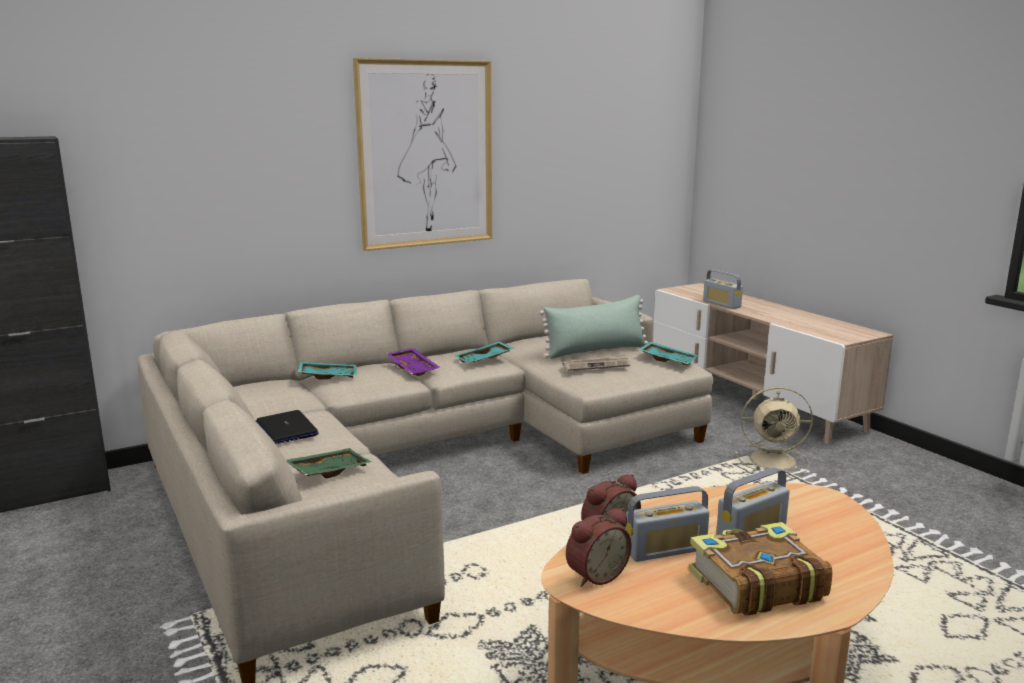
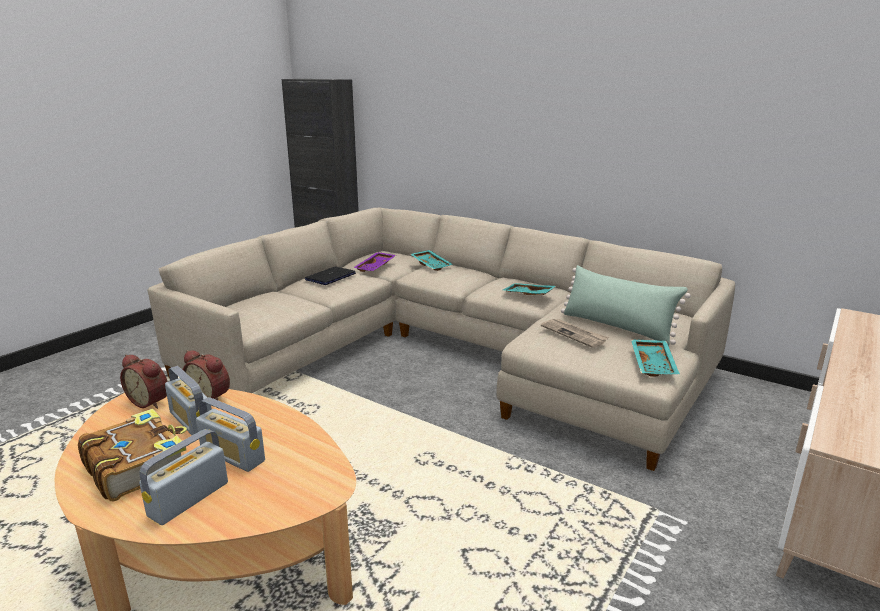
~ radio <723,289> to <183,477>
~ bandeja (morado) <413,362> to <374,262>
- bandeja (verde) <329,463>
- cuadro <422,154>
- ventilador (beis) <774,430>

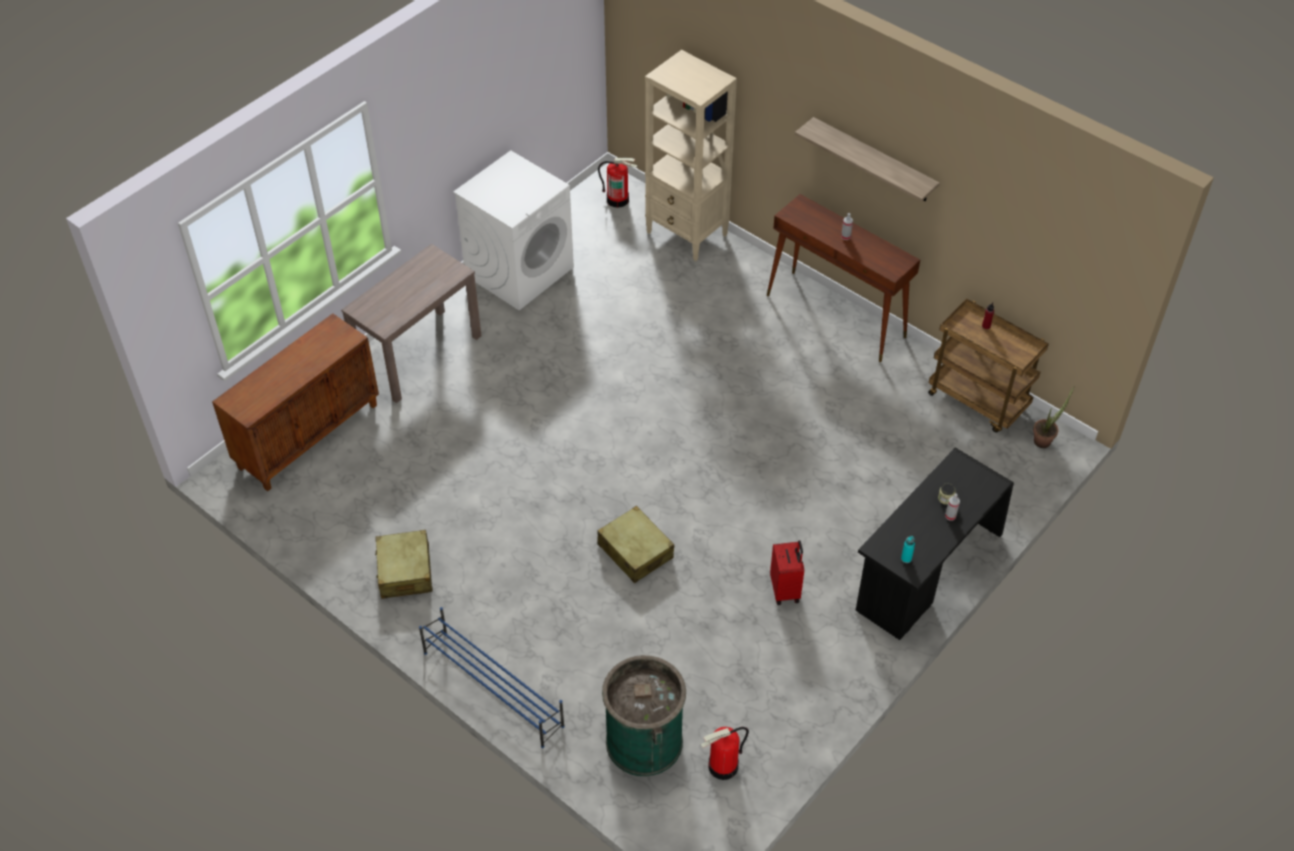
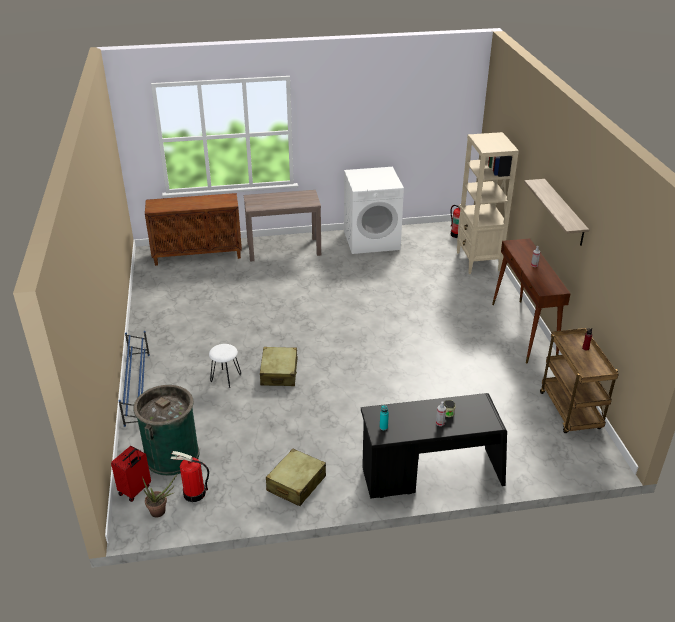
~ maleta (rojo) <787,572> to <131,474>
~ planta en maceta <1053,417> to <160,495>
+ taburete (blanco) <225,366>
~ maleta (beis) <404,564> to <296,477>

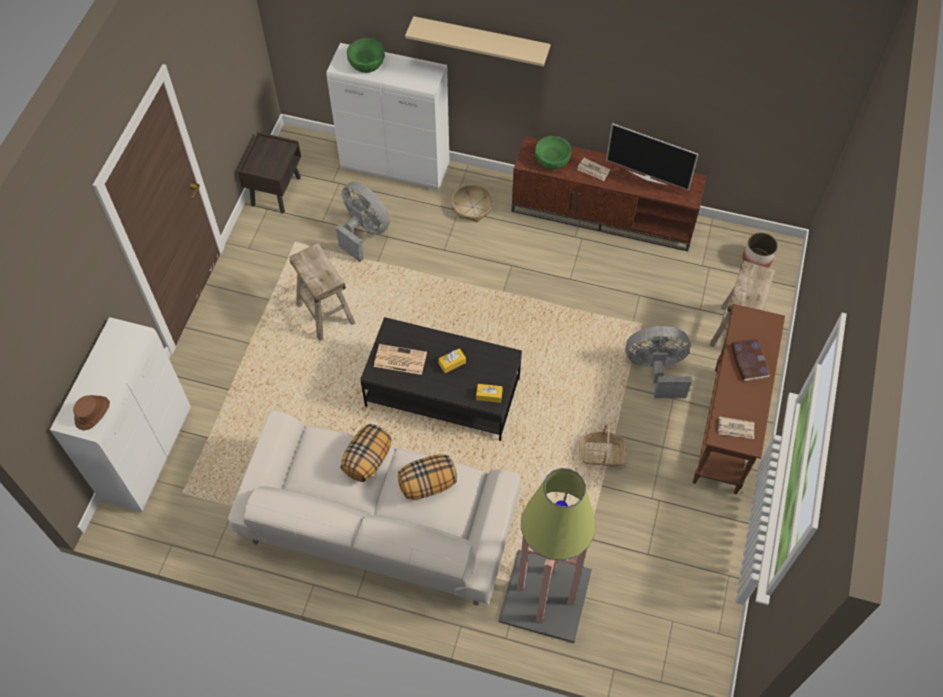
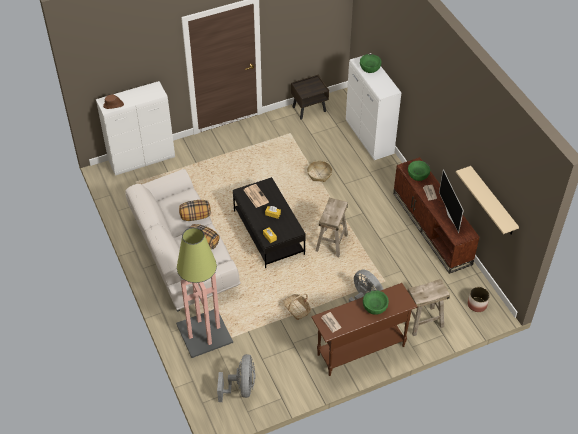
~ ventilador (gris) <363,221> to <236,378>
~ cesta <472,203> to <319,171>
~ taburete (beis) <322,292> to <331,227>
~ libro <750,360> to cuenco (verde) <376,302>
~ estante (beis) <478,41> to <487,200>

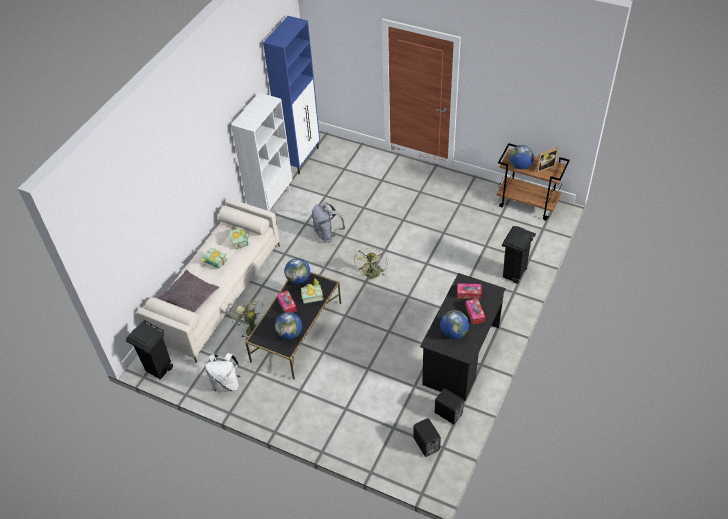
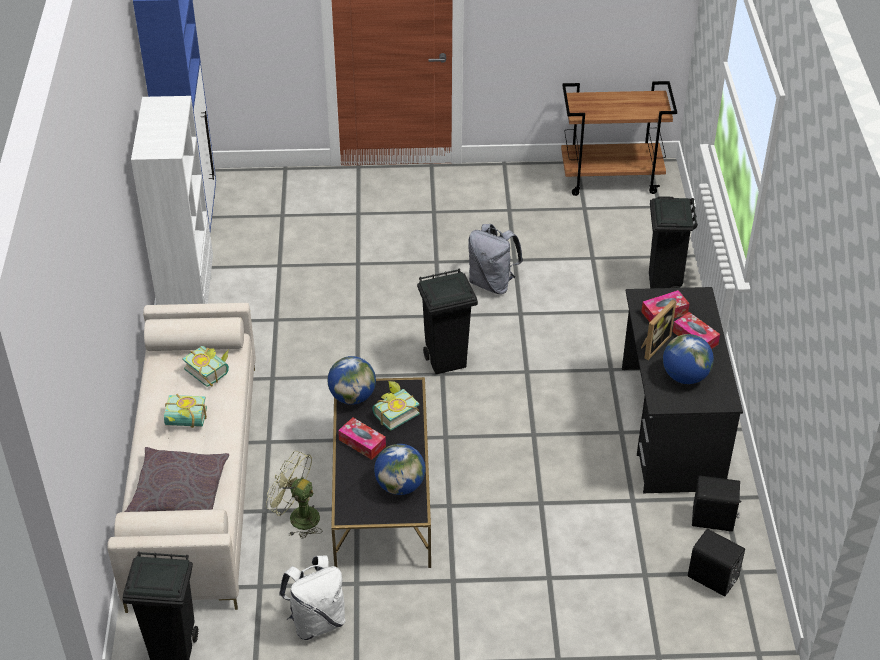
~ ventilador (verde) <371,263> to papelera (negro) <447,321>
~ mochila (gris) <328,223> to <495,259>
~ portarretratos <547,160> to <658,329>
- globo terráqueo <521,157>

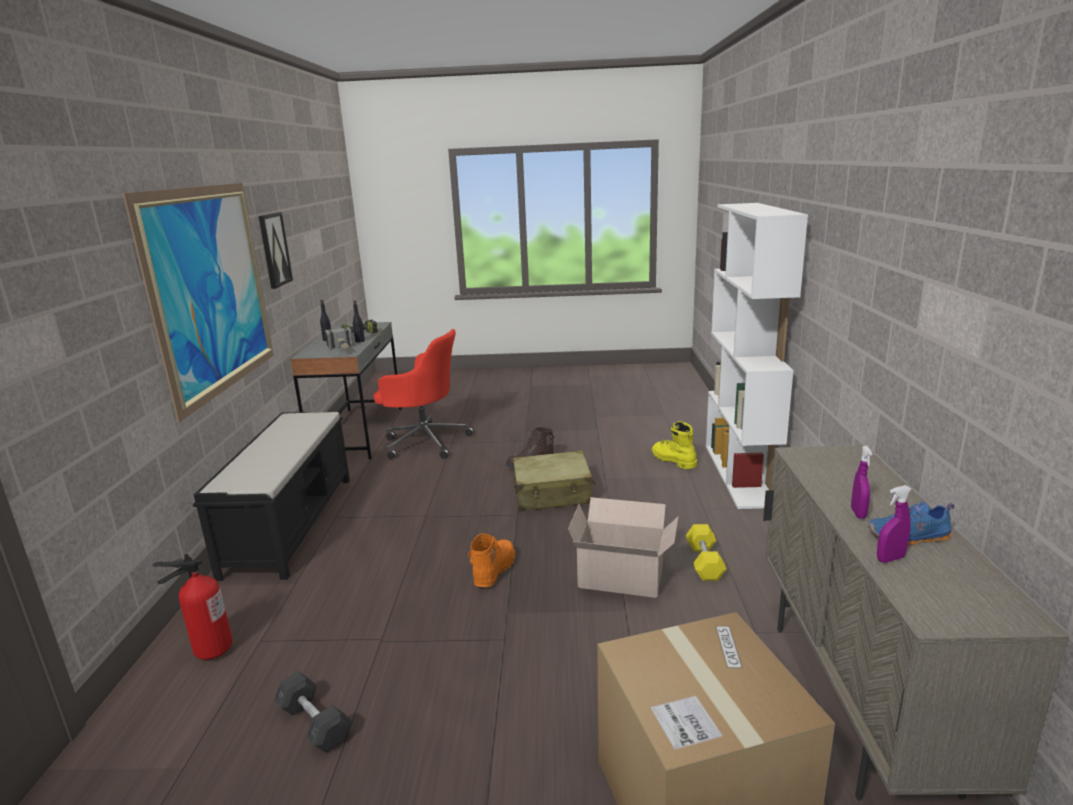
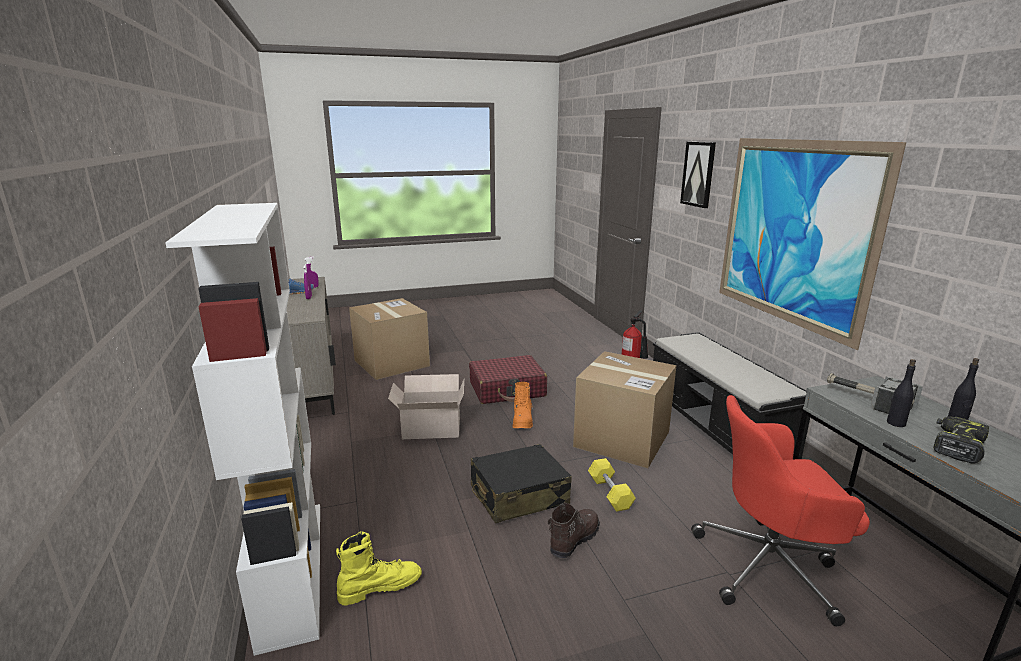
~ bota (amarillo) <674,445> = <379,569> 60 degrees counterclockwise
+ maleta (rojo) <508,379>
~ maleta (beis) <554,481> to maleta (negro) <521,483>
+ caja de cartón <624,409>
~ mancuerna (amarillo) <706,552> to <612,485>
~ cuadro <275,250> to <698,175>
- mancuerna (gris) <313,712>

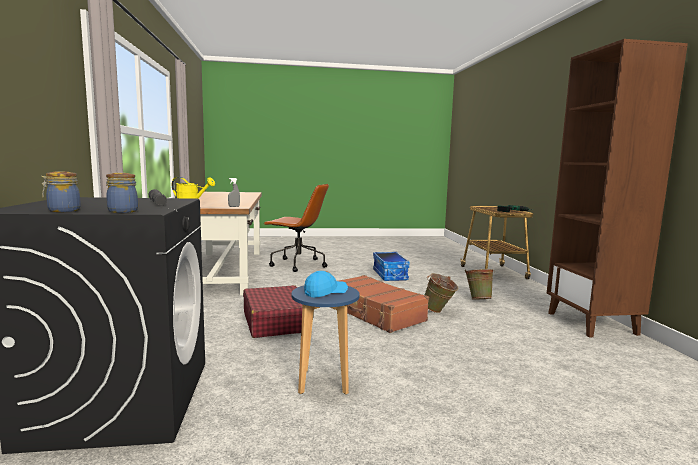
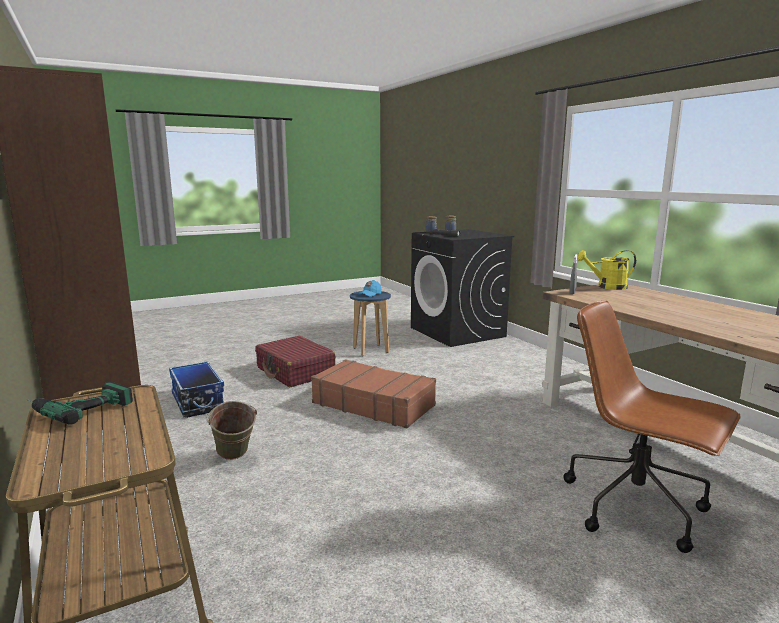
~ caja de almacenaje <391,266> to <196,389>
~ maleta (rojo) <273,311> to <295,361>
~ silla de oficina (marrón) <296,228> = <652,426> 45 degrees clockwise
- cubo (verde) <442,293>

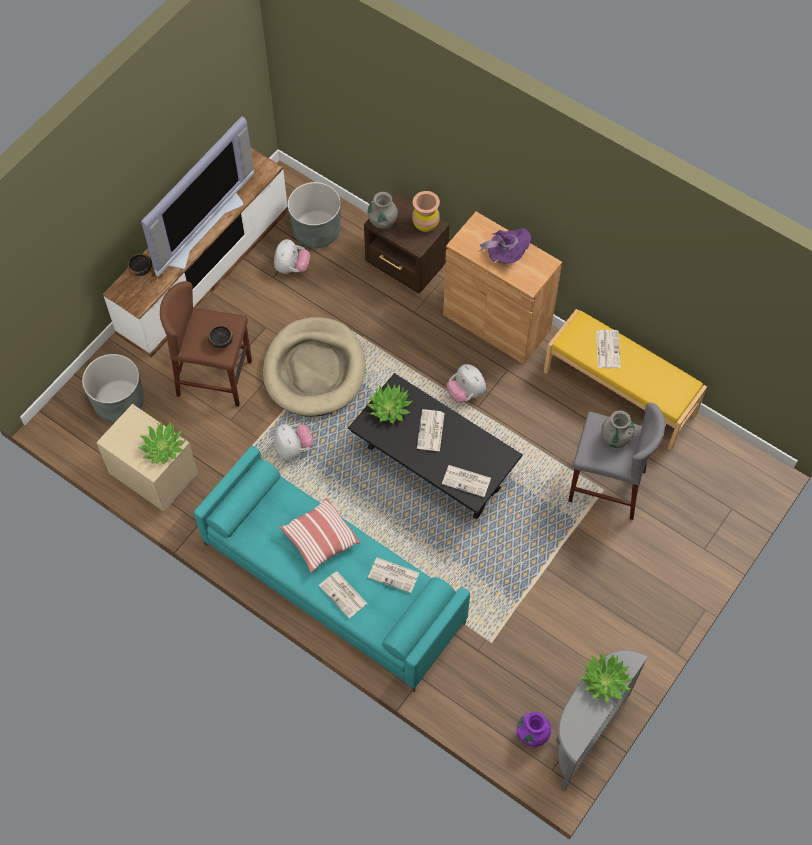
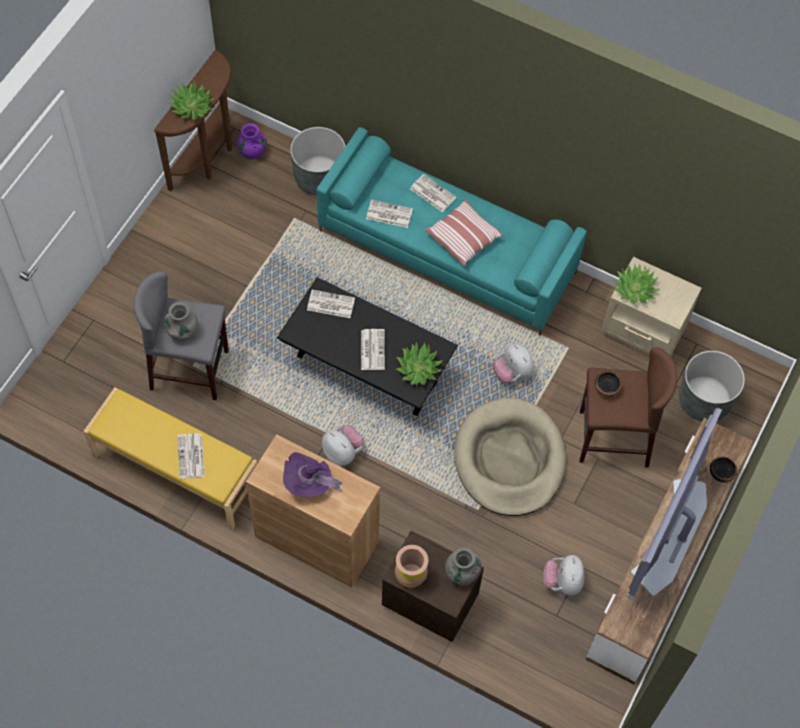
~ mesa consola (gris) <602,720> to mesa consola (marrón) <193,120>
~ maceta (gris) <314,215> to <317,161>

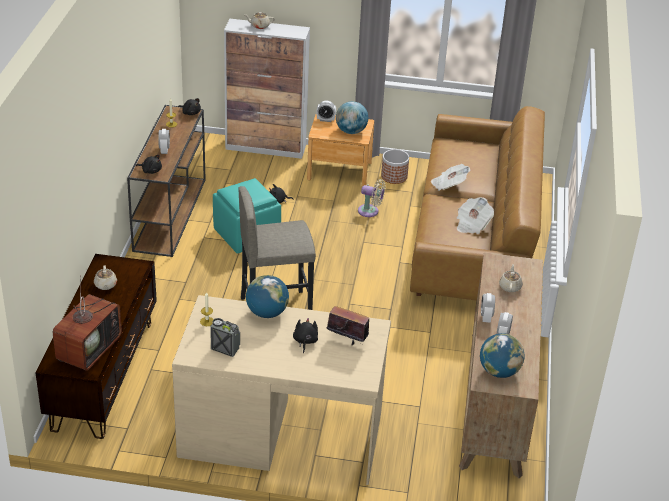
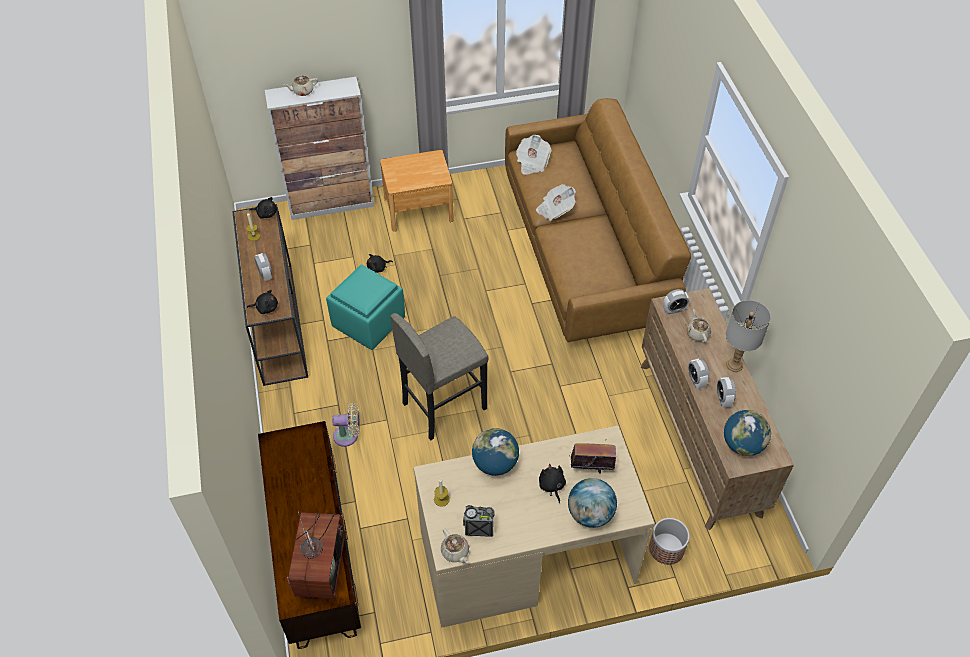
~ ventilador (beis) <372,198> to <346,425>
~ tetera (beis) <105,277> to <455,546>
~ periódico <475,215> to <534,154>
~ globo terráqueo <352,117> to <592,503>
~ maceta <395,166> to <669,541>
~ despertador <326,111> to <676,301>
+ lámpara de mesa (gris) <748,336>

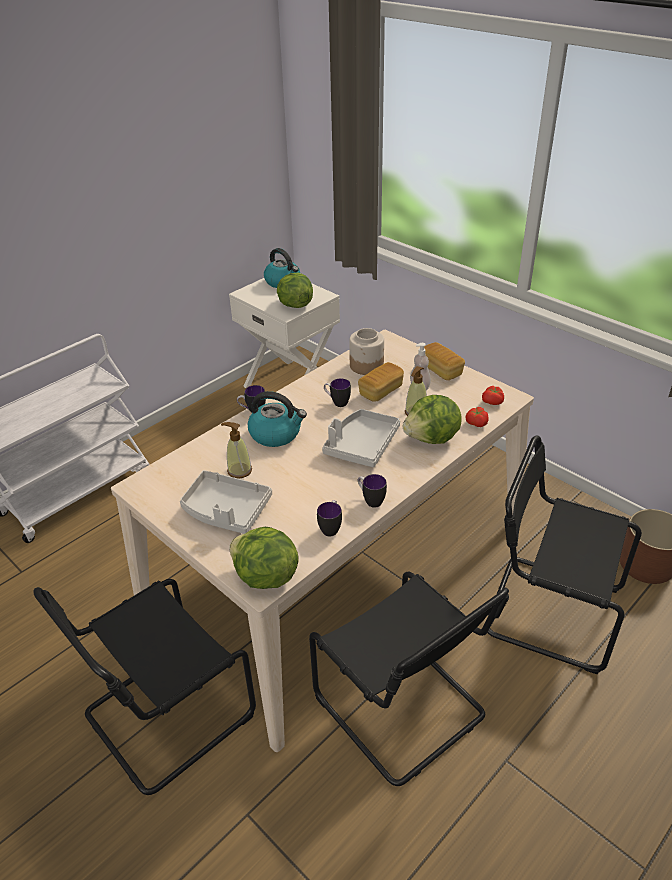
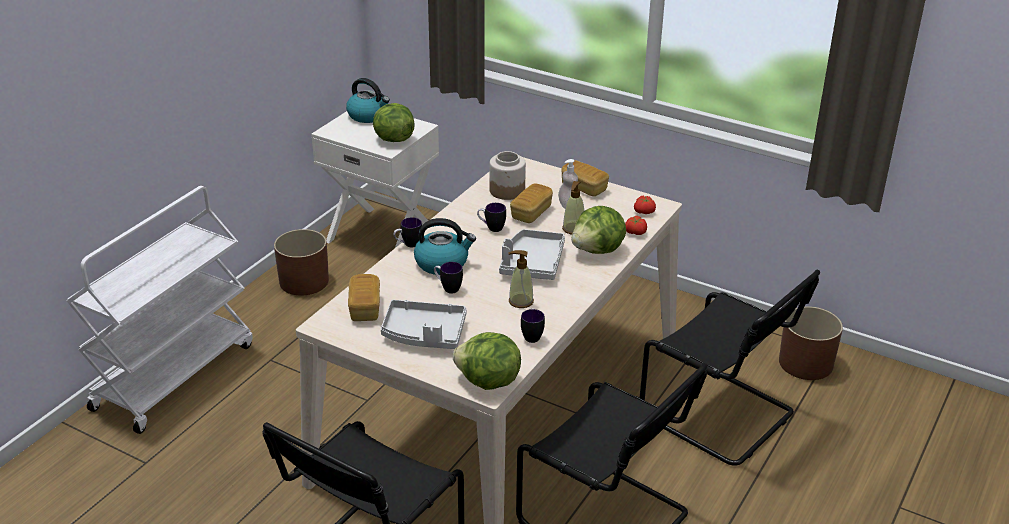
+ maceta (marrón) <301,262>
+ pan <364,297>
~ taza grande <372,491> to <448,278>
~ dispensador de jabón <236,450> to <521,279>
~ silla (negro) <565,554> = <730,368> 150 degrees counterclockwise

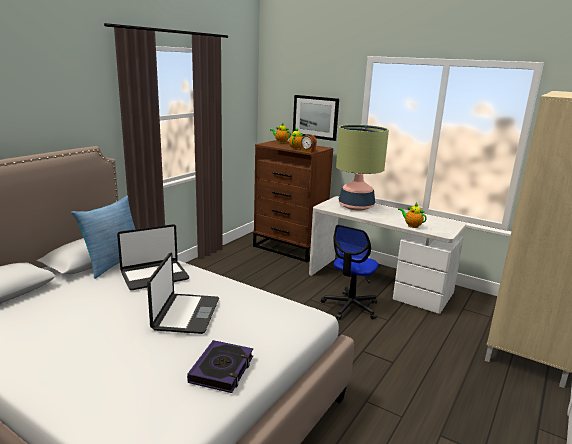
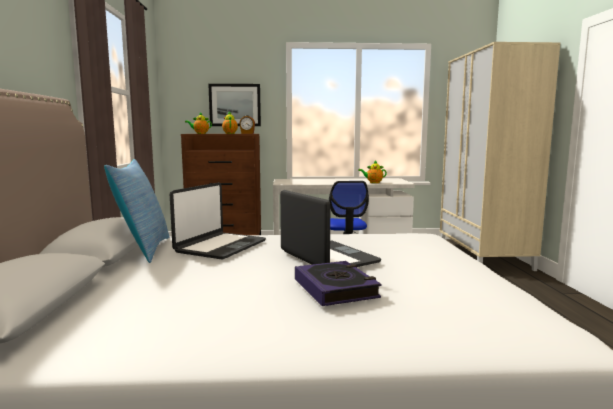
~ libro <220,366> to <338,283>
- lámpara de mesa <362,167>

